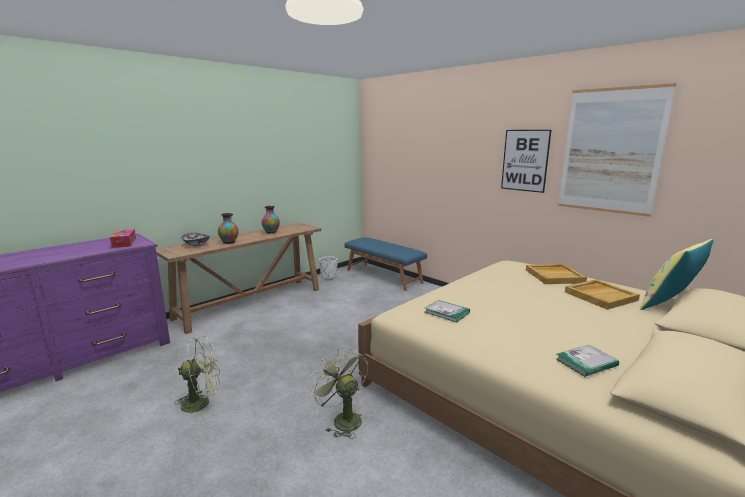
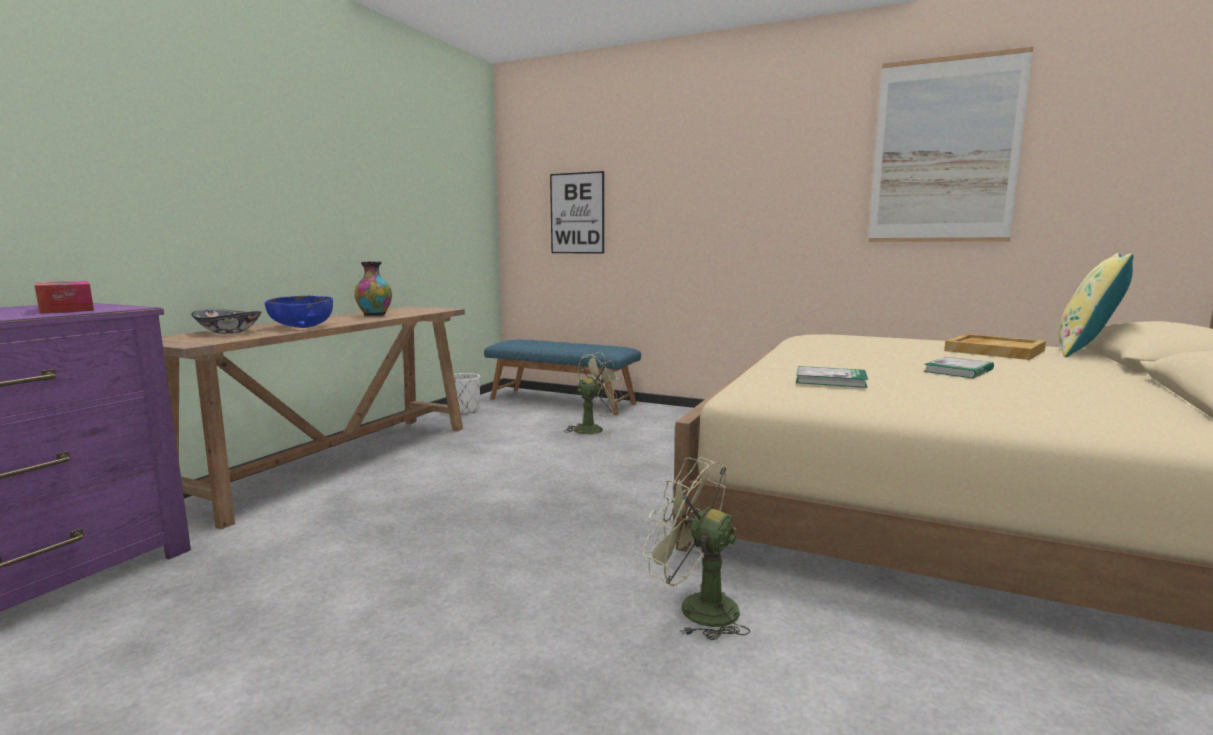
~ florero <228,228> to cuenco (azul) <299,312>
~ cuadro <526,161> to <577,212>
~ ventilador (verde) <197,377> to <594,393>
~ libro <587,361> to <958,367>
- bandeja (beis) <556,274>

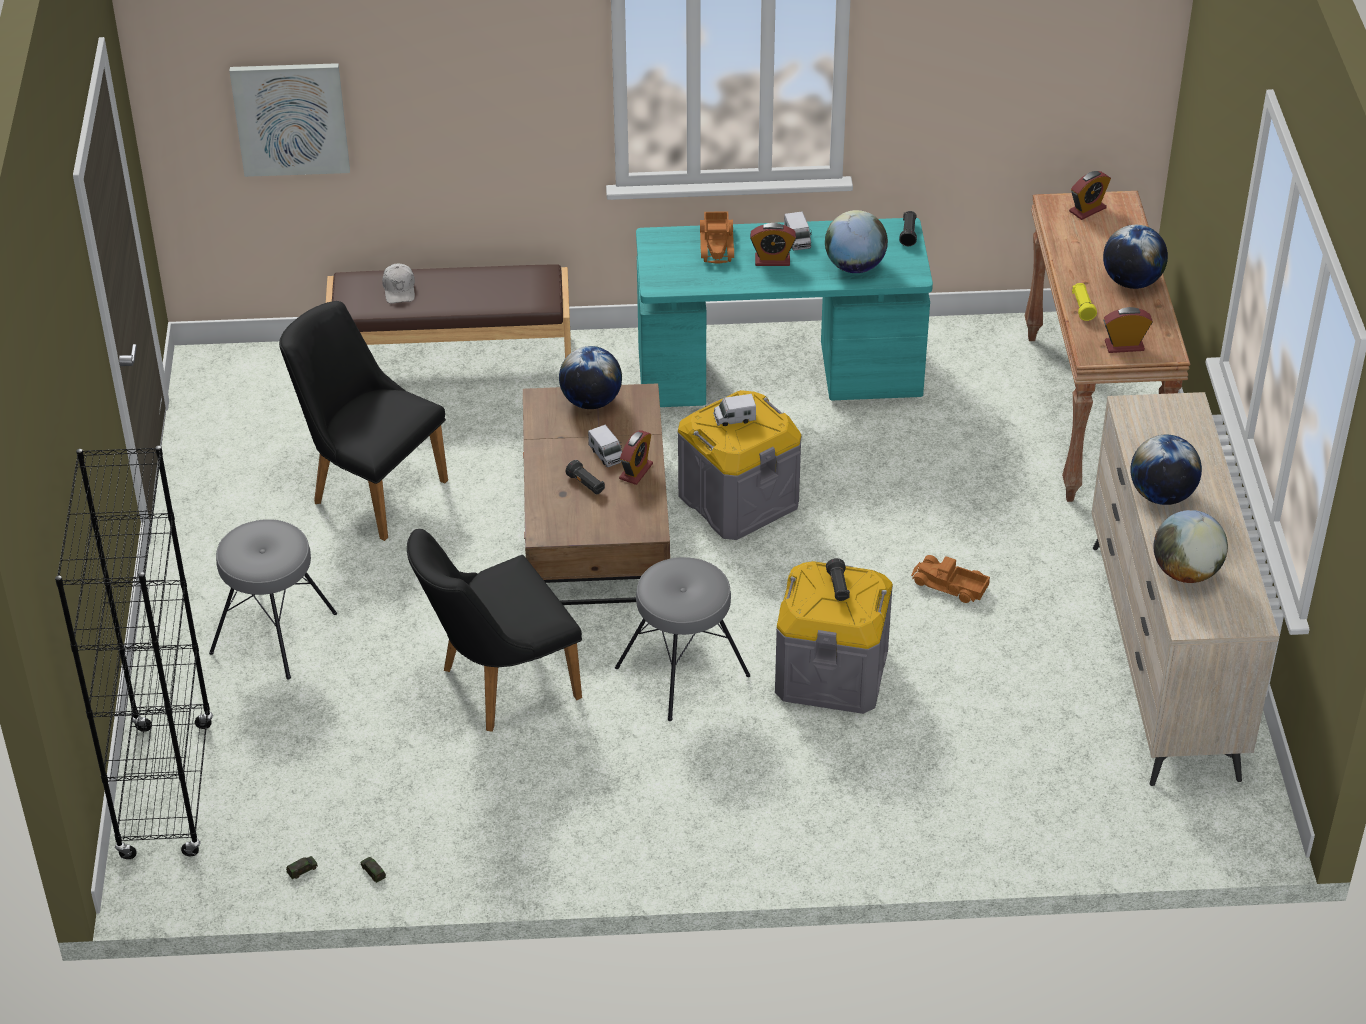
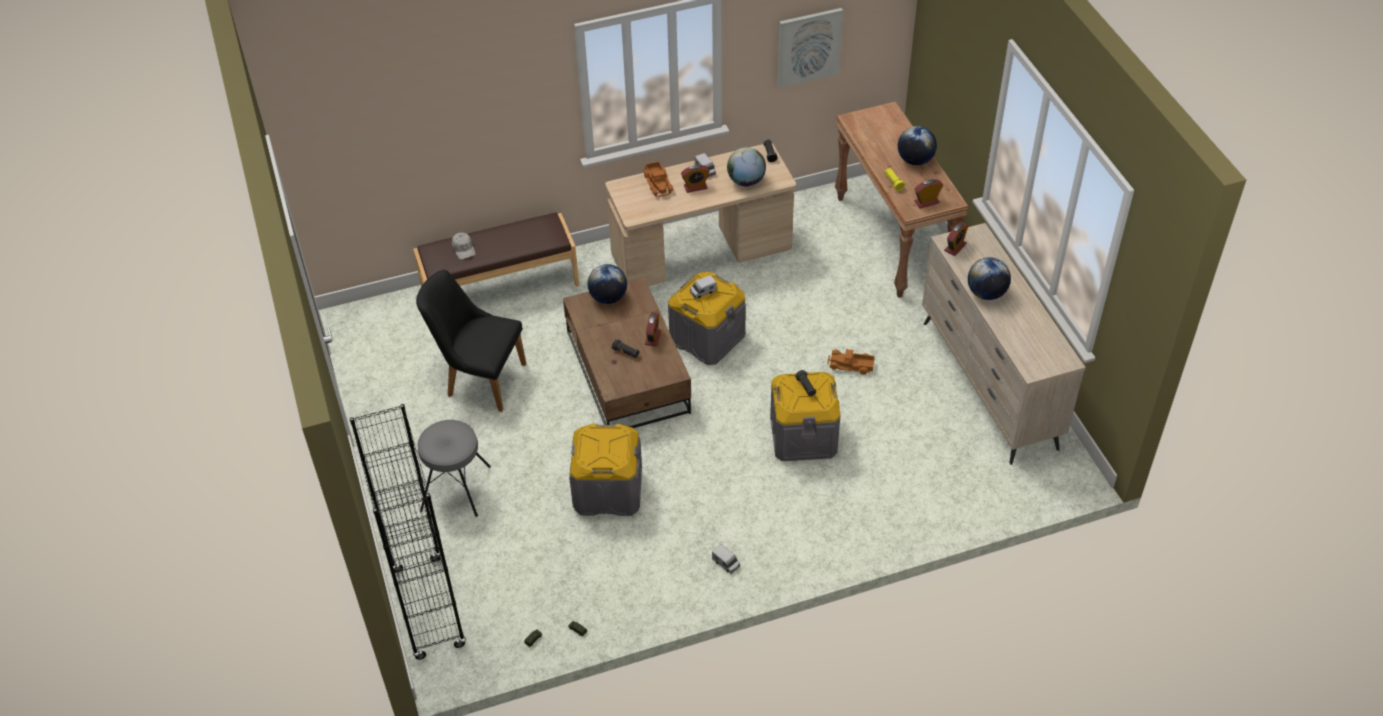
~ silla (negro) <494,630> to caja de almacenaje (gris) <605,470>
~ escritorio (turquesa) <784,312> to escritorio (beis) <700,214>
~ camión de juguete <605,446> to <726,559>
~ cuadro <289,120> to <810,48>
~ despertador <1090,195> to <956,239>
- taburete (gris) <682,639>
- globo terráqueo <1190,546>

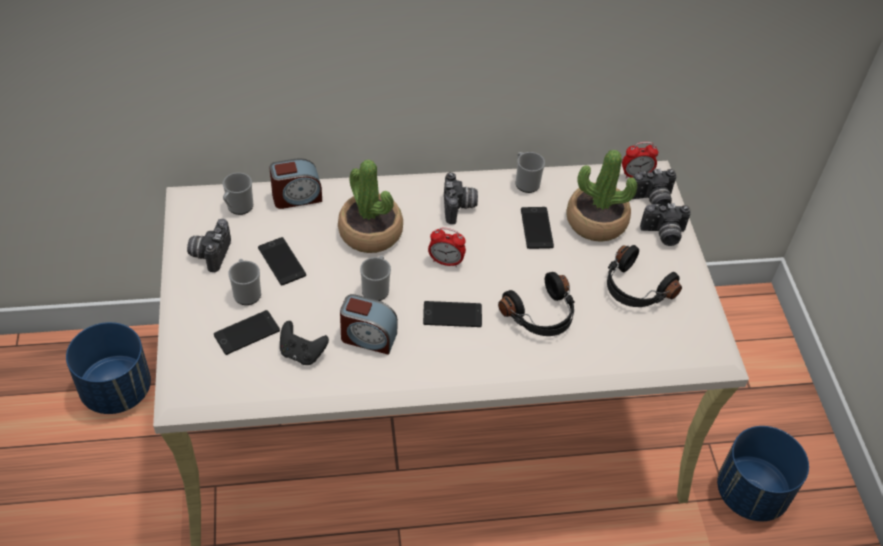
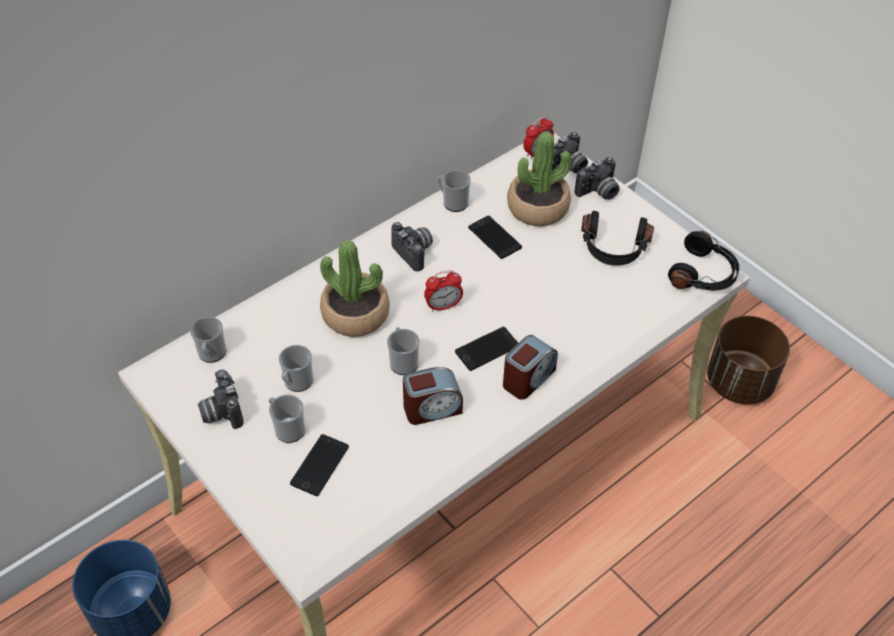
~ móvil <282,261> to taza grande <296,368>
~ despertador <295,183> to <530,367>
~ auriculares (negro) <536,304> to <703,261>
~ maceta (azul) <763,473> to maceta (marrón) <748,360>
- mando de consola (negro) <304,343>

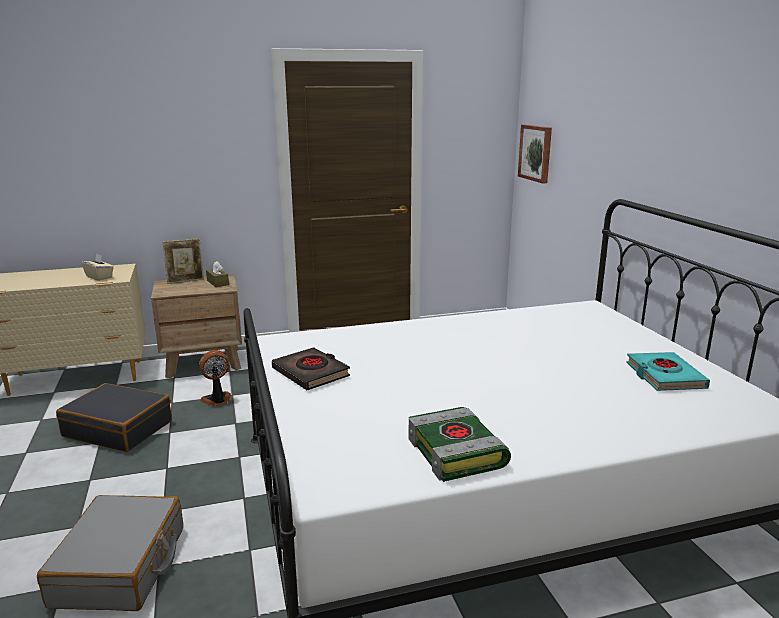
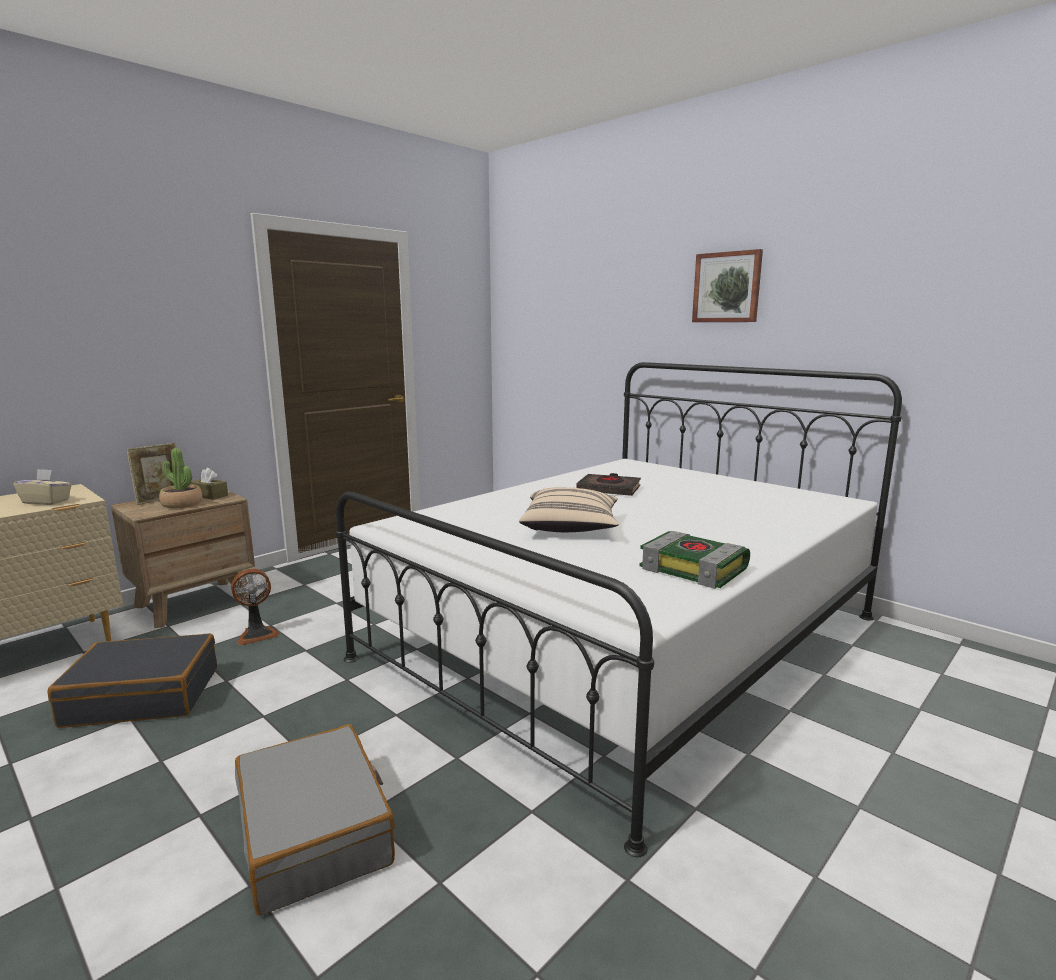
+ planta en maceta <180,478>
~ ventilador <215,378> = <255,607> 150 degrees counterclockwise
+ cojín (beis) <569,509>
~ libro (negro) <311,368> to <608,484>
~ cuadro <535,154> to <727,285>
- libro (turquesa) <668,371>

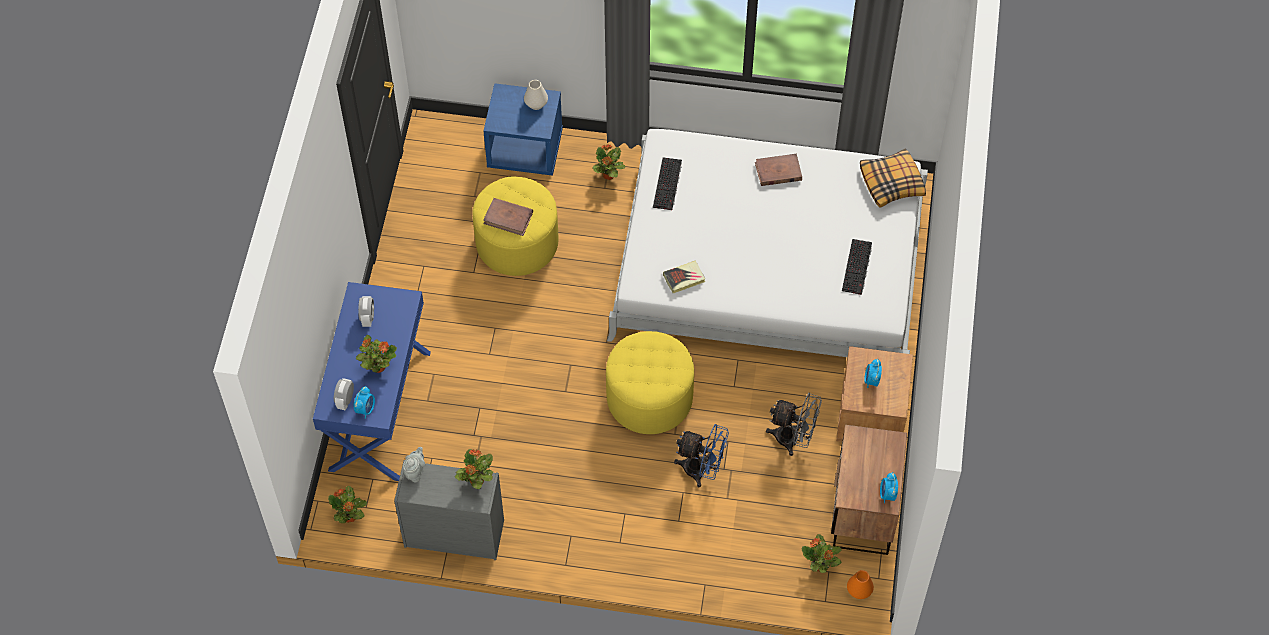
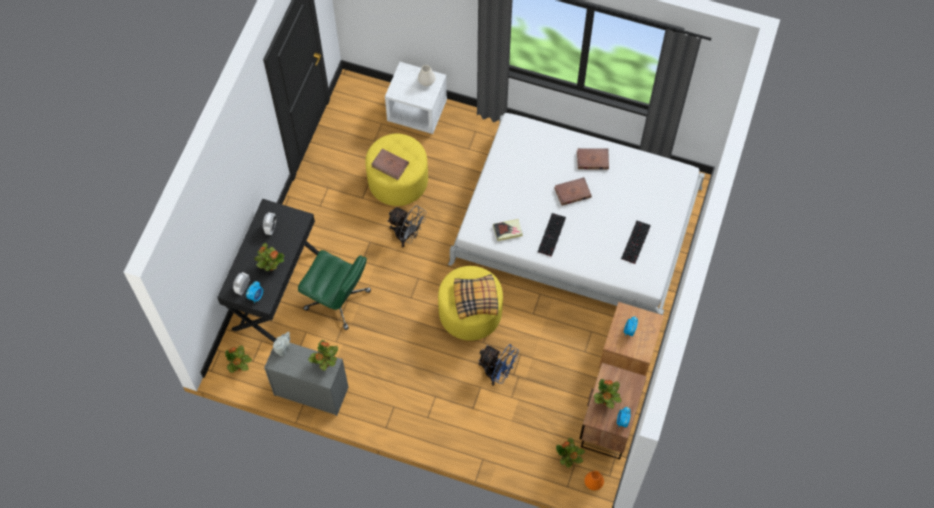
~ escritorio (azul) <372,381> to escritorio (negro) <268,270>
+ silla de oficina (verde) <334,290>
~ mesita de noche (azul) <523,129> to mesita de noche (blanco) <416,98>
~ ventilador (gris) <794,424> to <406,226>
~ cojín <893,178> to <476,297>
~ teclado <667,184> to <552,235>
+ libro (marrón) <573,191>
~ planta en maceta <608,162> to <607,394>

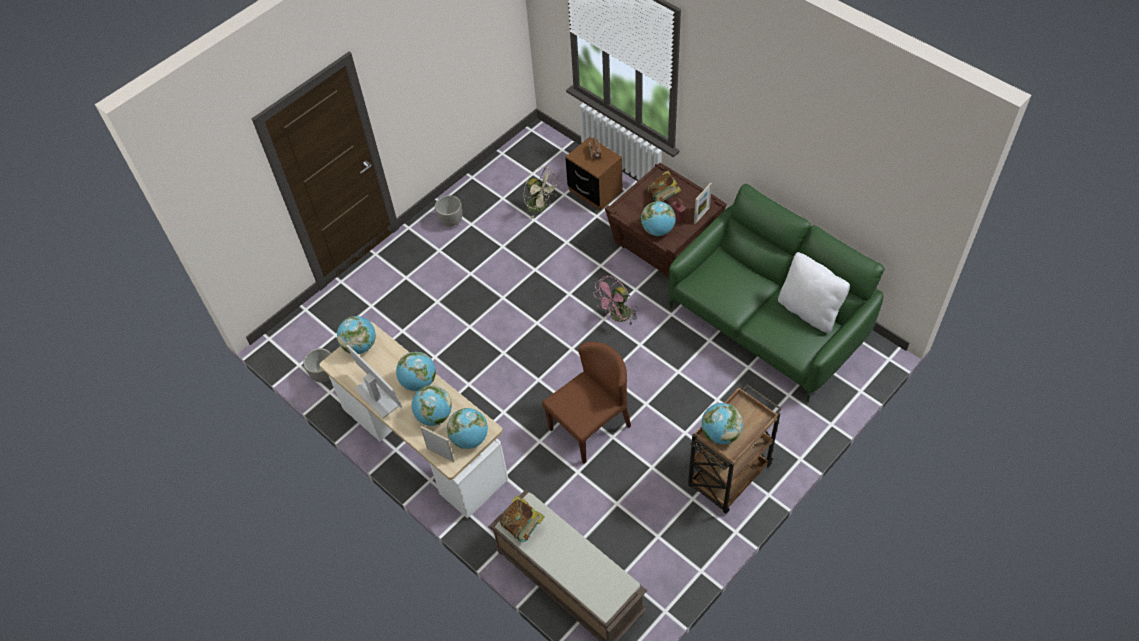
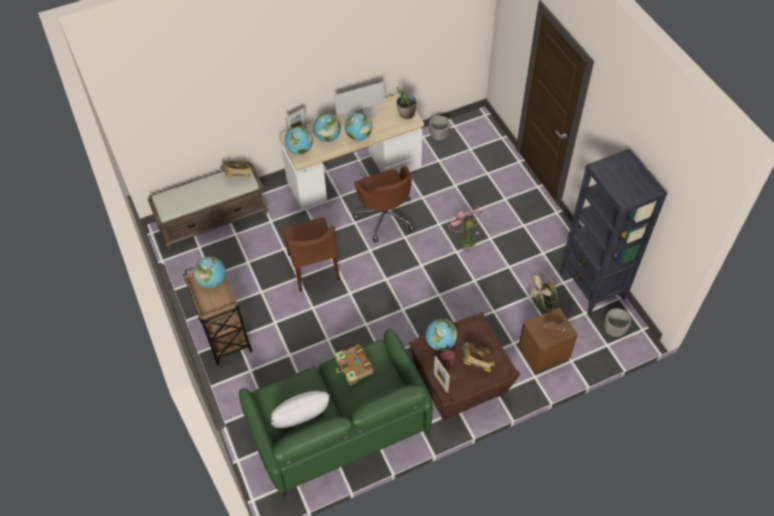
+ libro <354,365>
+ silla de oficina (marrón) <383,204>
~ globo terráqueo <356,335> to planta en maceta <406,103>
~ ventilador (rosa) <615,300> to <466,228>
+ estantería (negro) <613,231>
~ maceta <448,211> to <617,322>

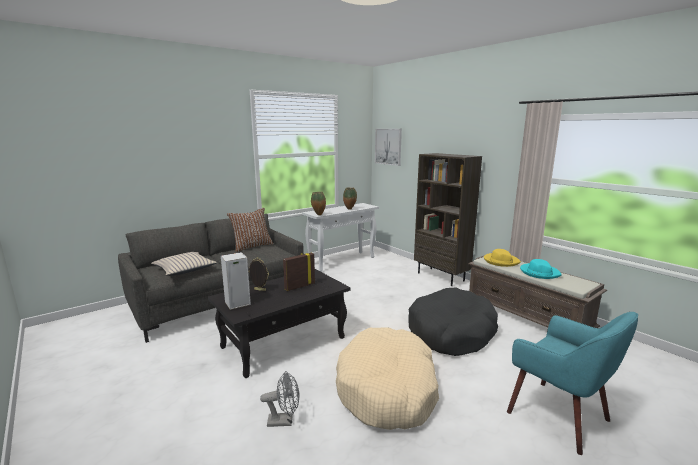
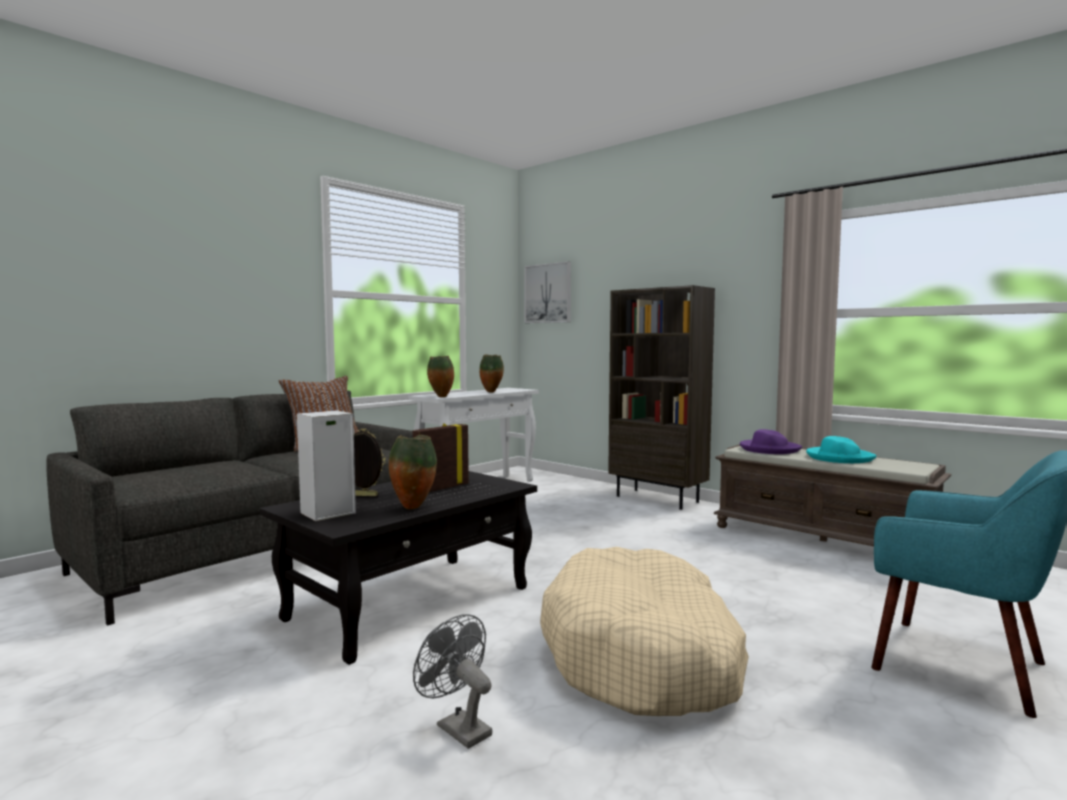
+ florero <413,472>
~ ventilador (gris) <279,399> = <452,682> 120 degrees counterclockwise
~ sombrero (amarillo) <502,258> to sombrero (morado) <771,441>
- cojín (beis) <184,264>
- cama para perro (negro) <453,321>

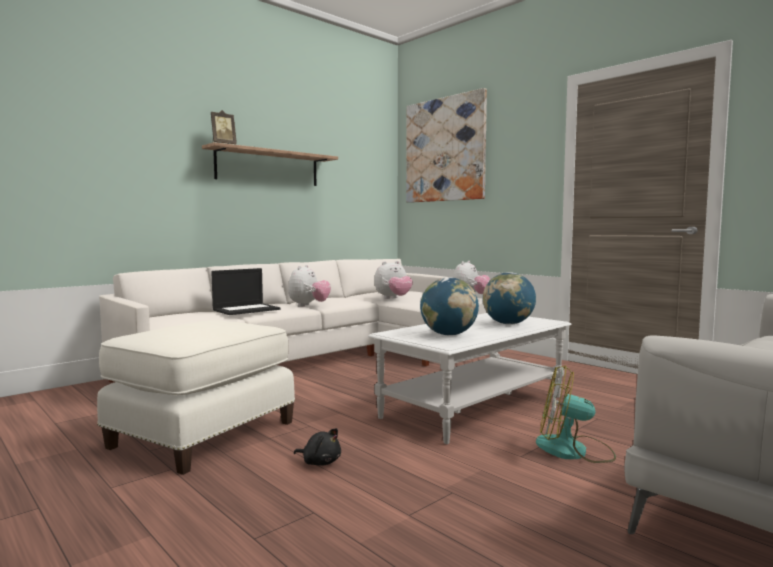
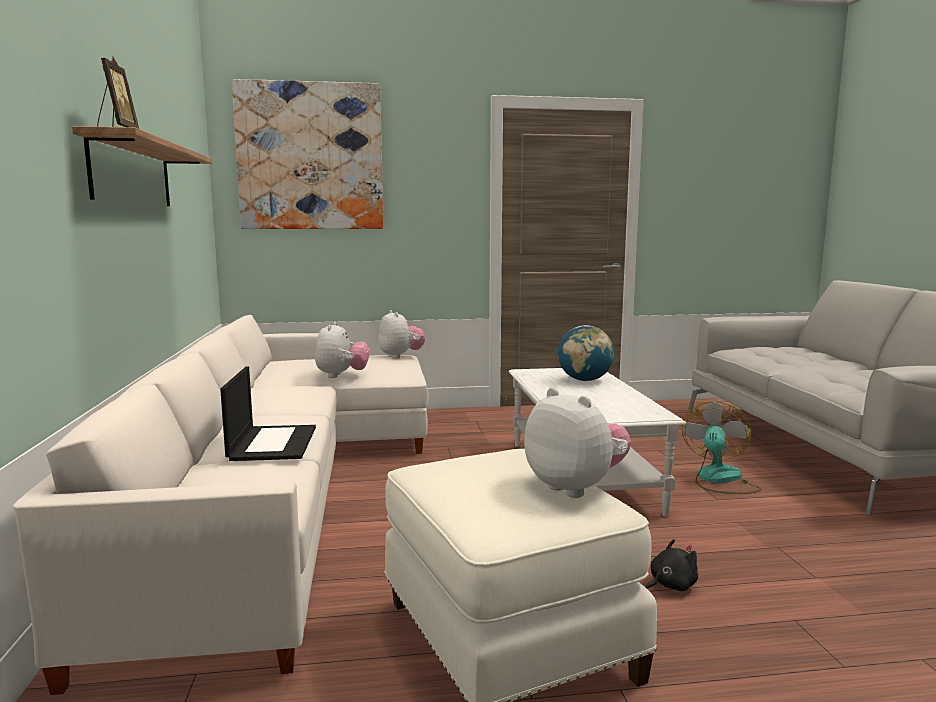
~ peluche <309,286> to <577,442>
~ ventilador <576,414> = <721,448> 150 degrees clockwise
- globo terráqueo <449,306>

